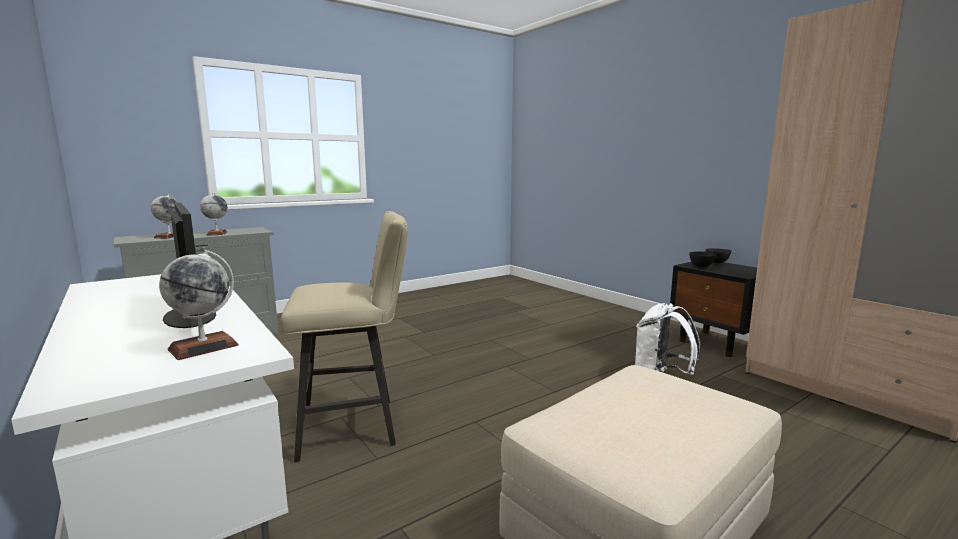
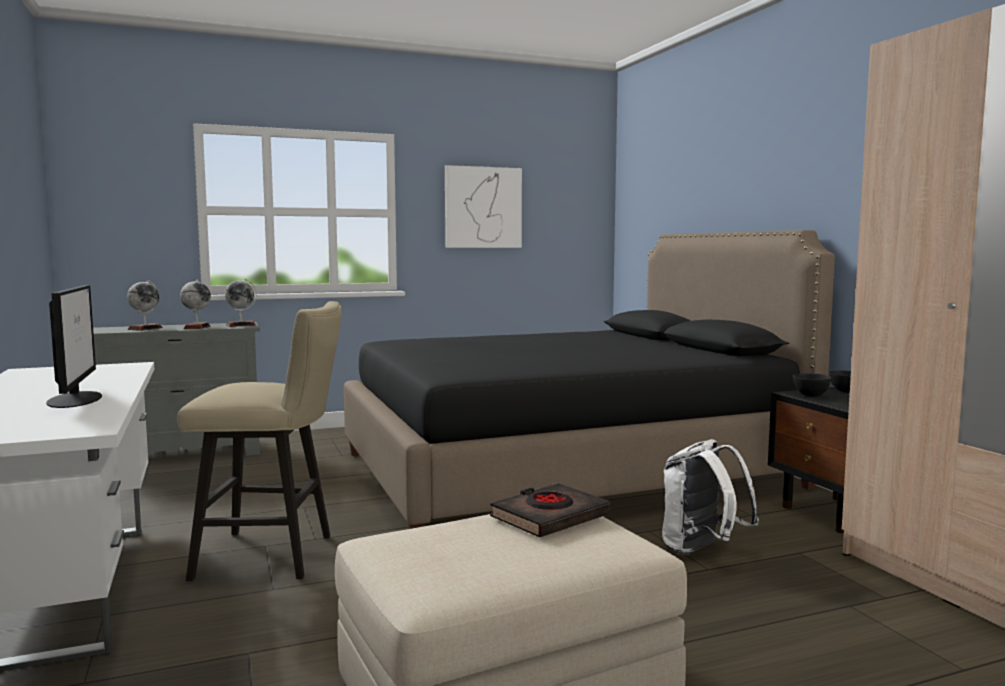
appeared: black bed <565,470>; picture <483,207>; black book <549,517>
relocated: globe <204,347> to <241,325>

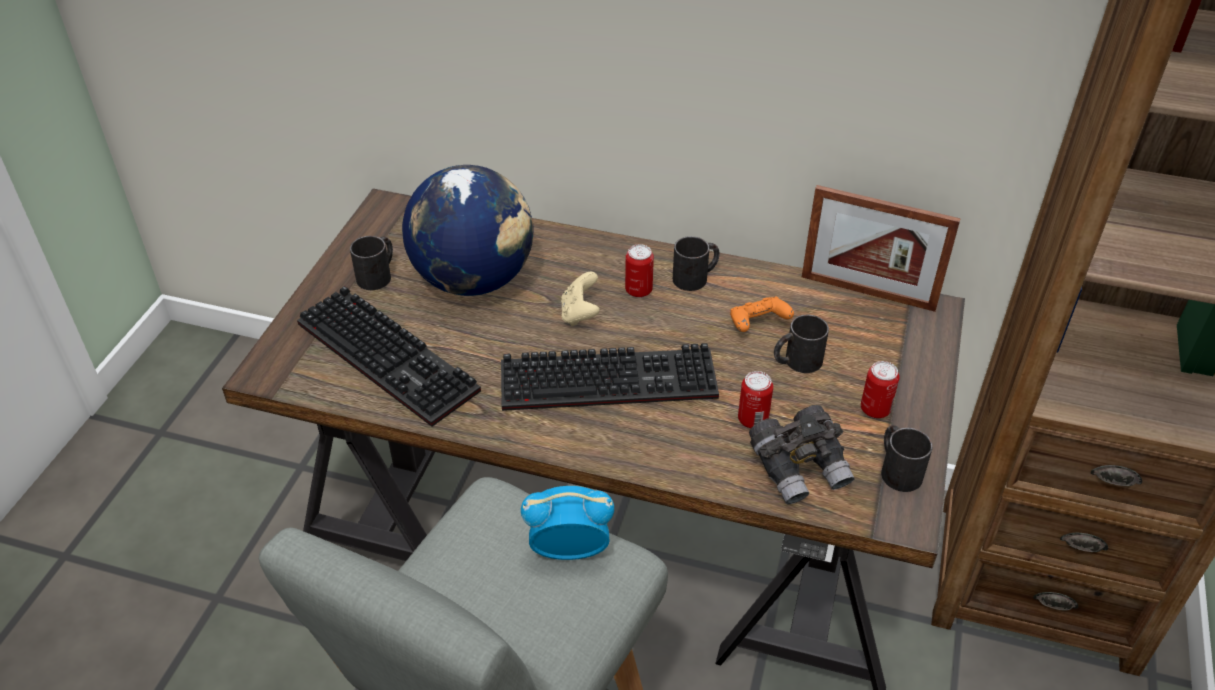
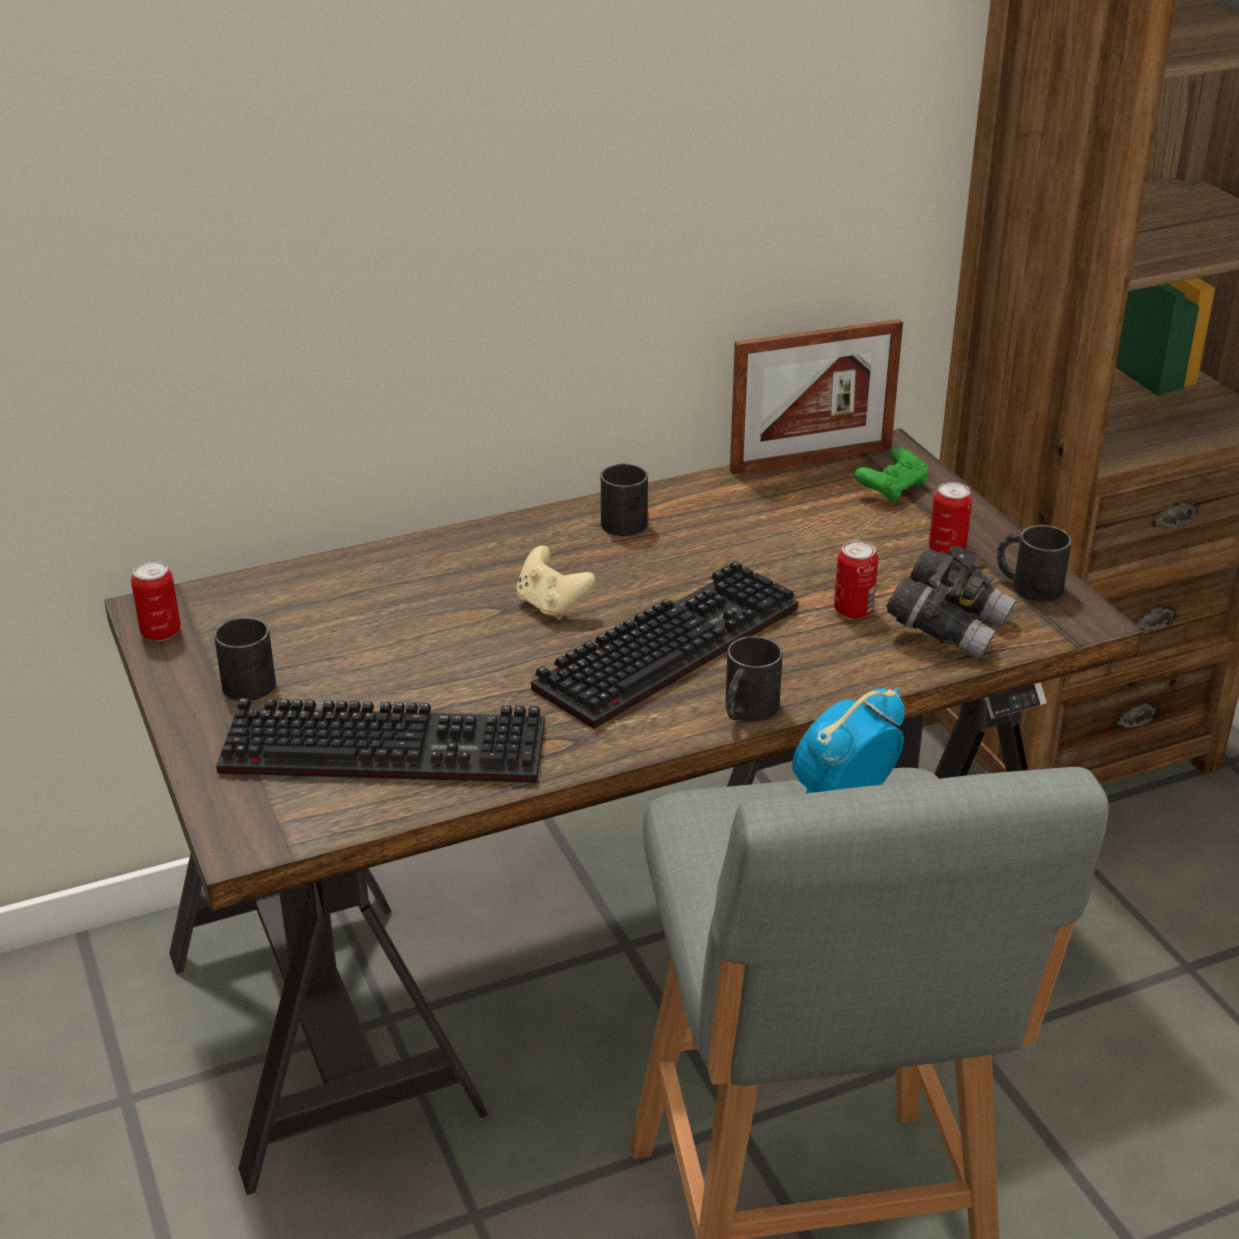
missing: globe <474,279>; orange game controller <757,324>
appeared: green game controller <892,489>
relocated: can <638,290> to <160,632>; black mug <796,361> to <746,711>

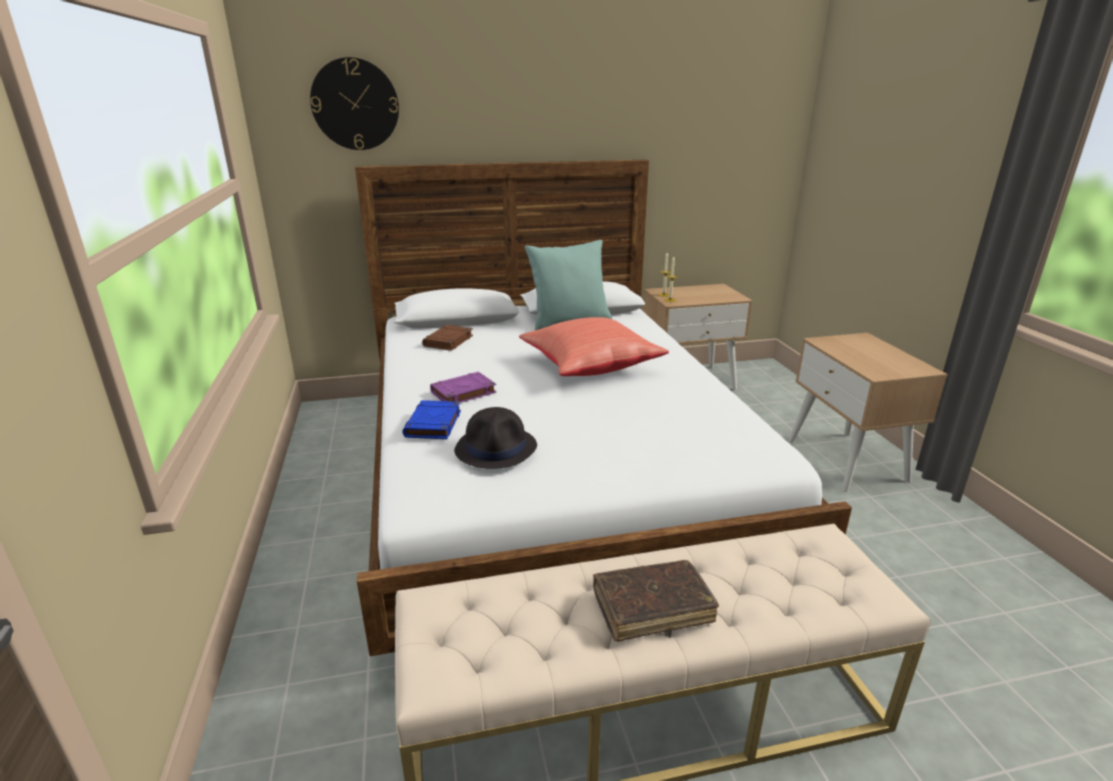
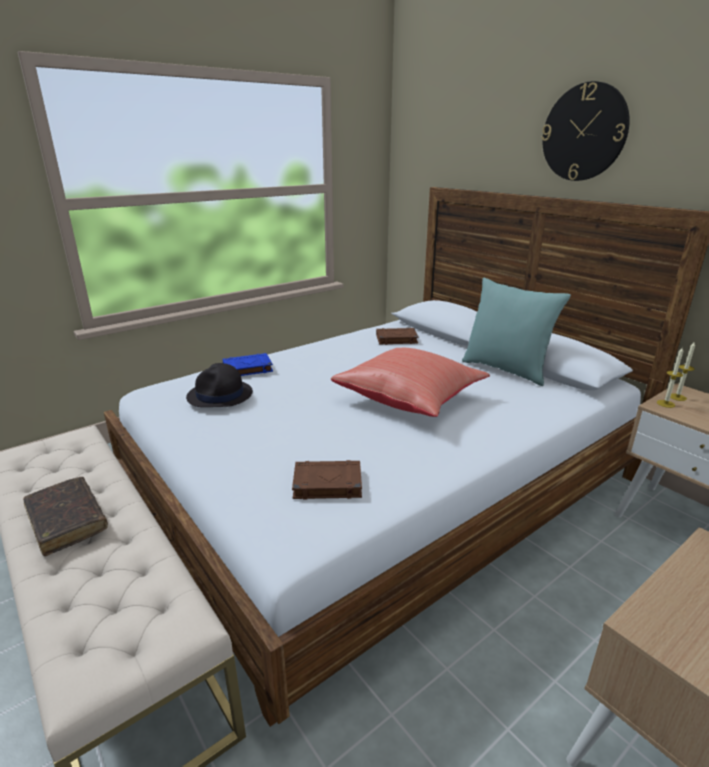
missing: purple book <463,393>
appeared: brown book <326,484>
relocated: wall clock <355,104> to <584,132>

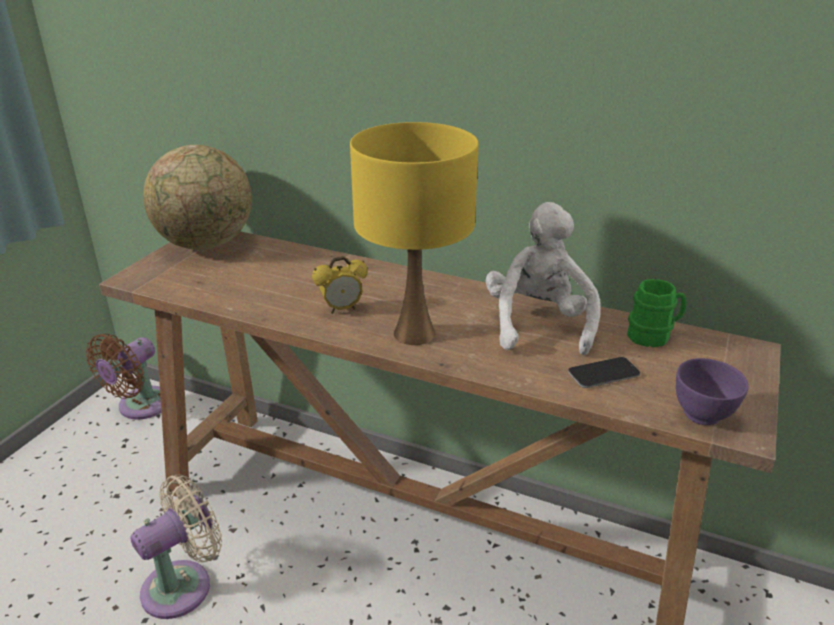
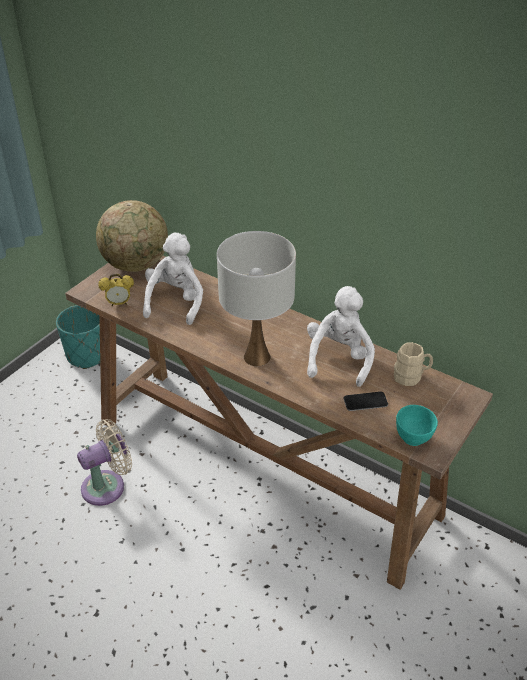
appeared: white plush toy <175,302>
relocated: alarm clock <342,309> to <119,303>
exchanged: brown fan <140,407> to turquoise planter <87,355>
colour: yellow table lamp <414,334> to white table lamp <257,357>; green mug <654,335> to beige mug <411,376>; purple bowl <702,416> to turquoise bowl <413,439>

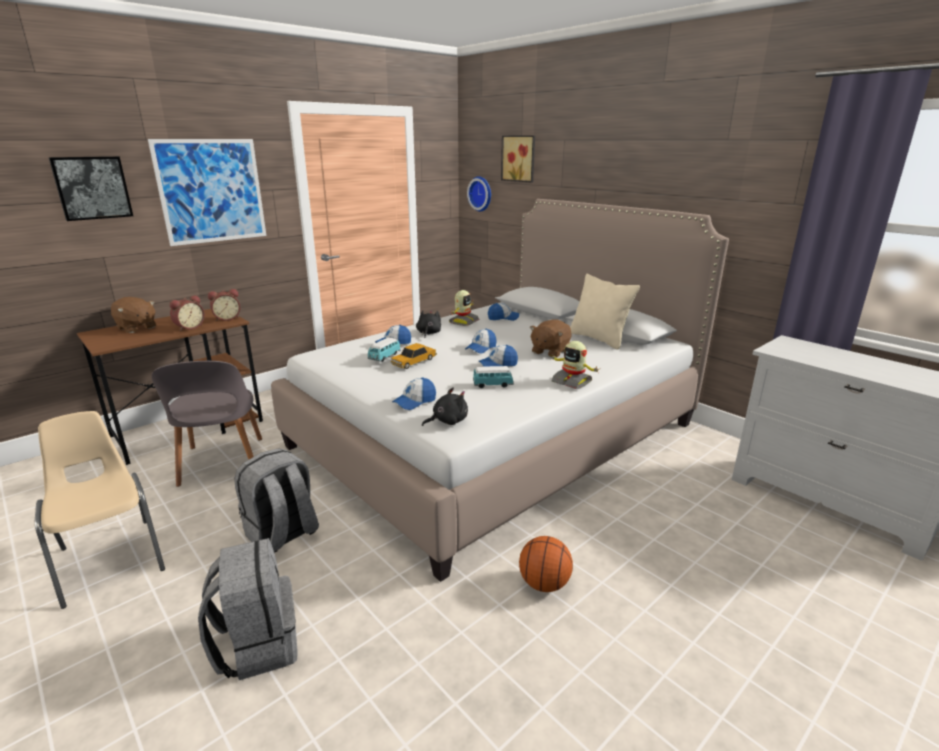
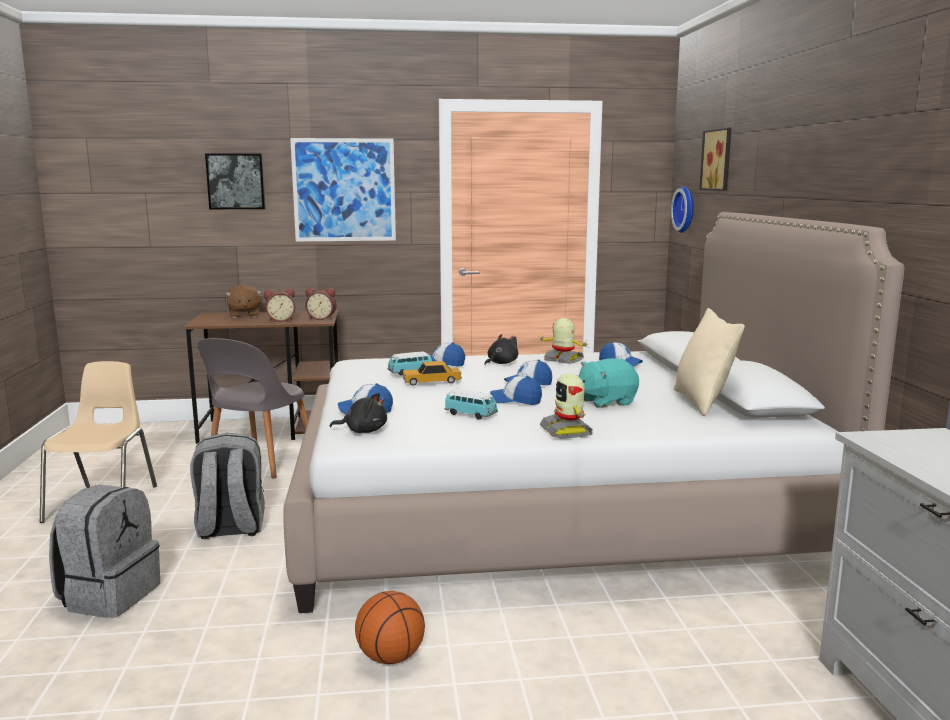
colour: brown plush toy <549,351> to turquoise plush toy <606,402>
spun: toy robot <463,322> = <563,360> 120 degrees counterclockwise

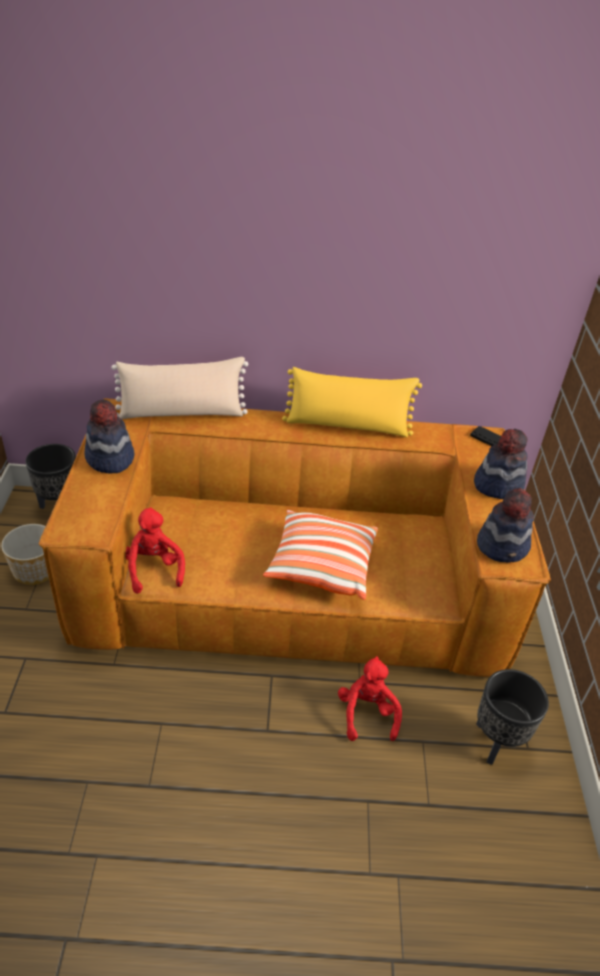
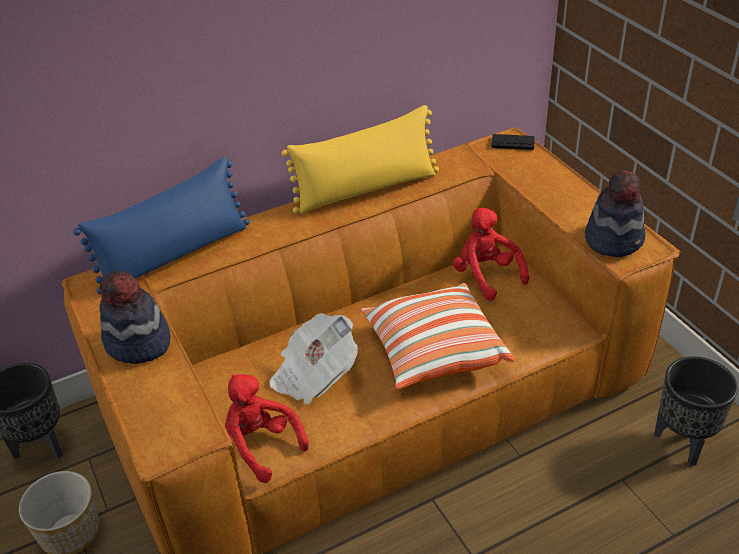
missing: hat <497,484>
appeared: newspaper <314,374>
relocated: red plush toy <367,713> to <486,275>
colour: beige pillow <182,413> to blue pillow <175,254>

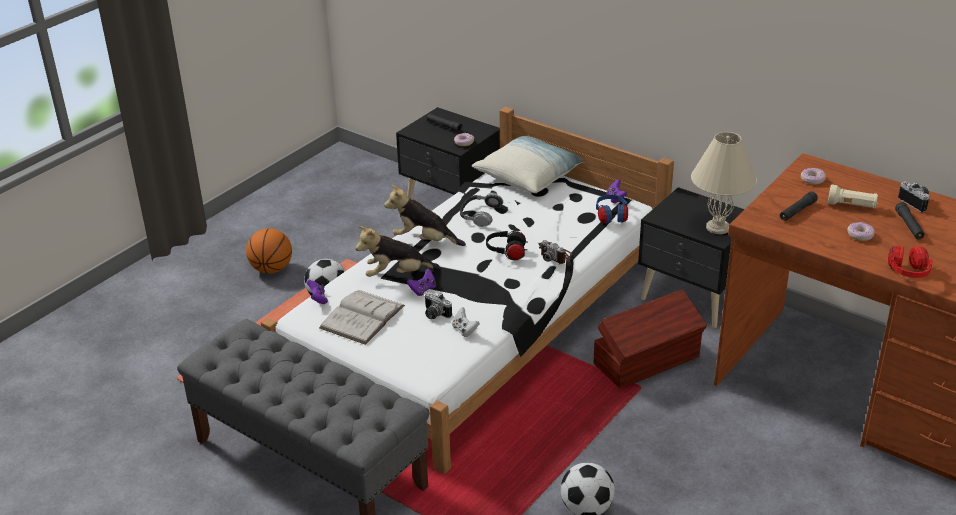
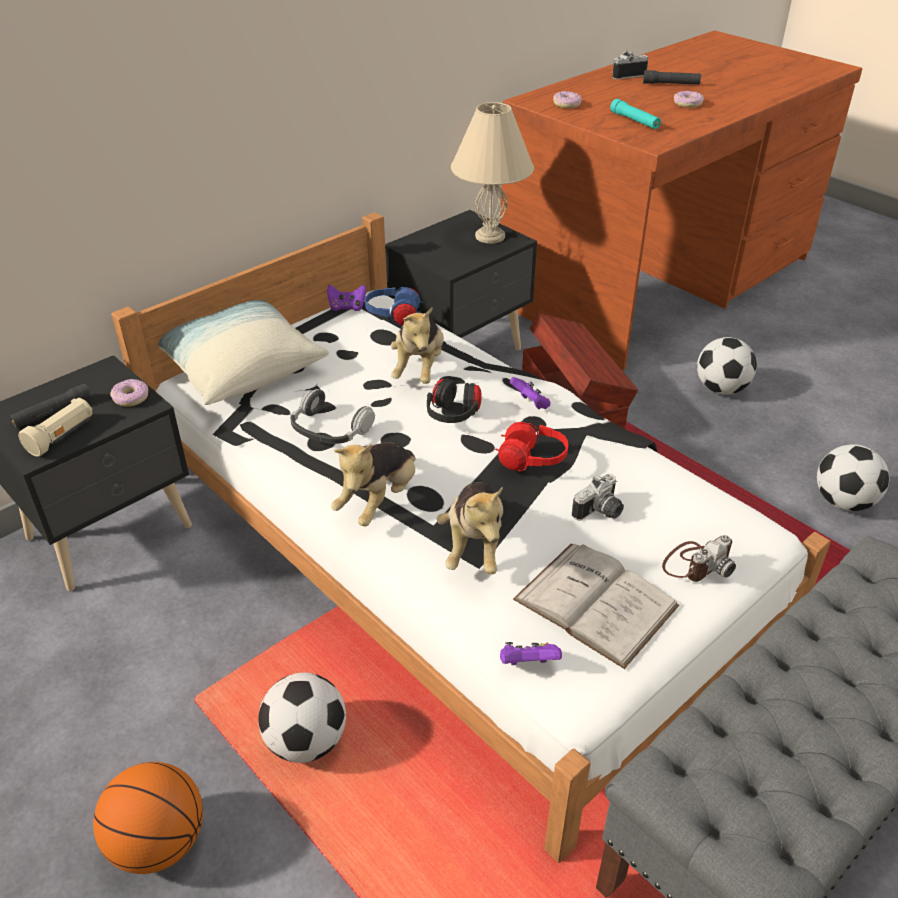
missing: white game controller <464,330>
appeared: plush toy <419,368>; football <721,389>
relocated: purple game controller <423,290> to <530,404>; photo camera <556,256> to <696,563>; beige flashlight <851,206> to <62,436>; red headphones <907,274> to <531,461>
colour: black flashlight <797,211> to turquoise flashlight <634,121>

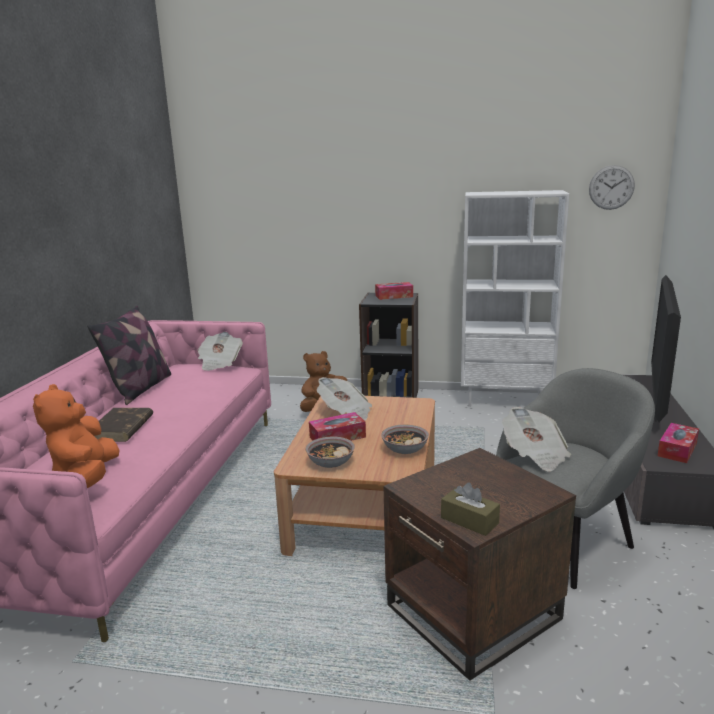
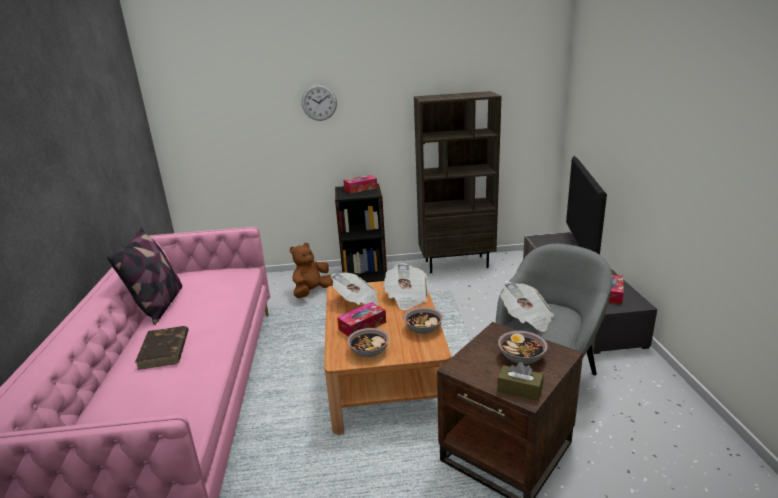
missing: orange plush toy <86,477>
appeared: bowl <521,357>
relocated: newspaper <219,363> to <406,298>; wall clock <611,187> to <319,102>
colour: white bookcase <505,400> to brown bookcase <456,264>

